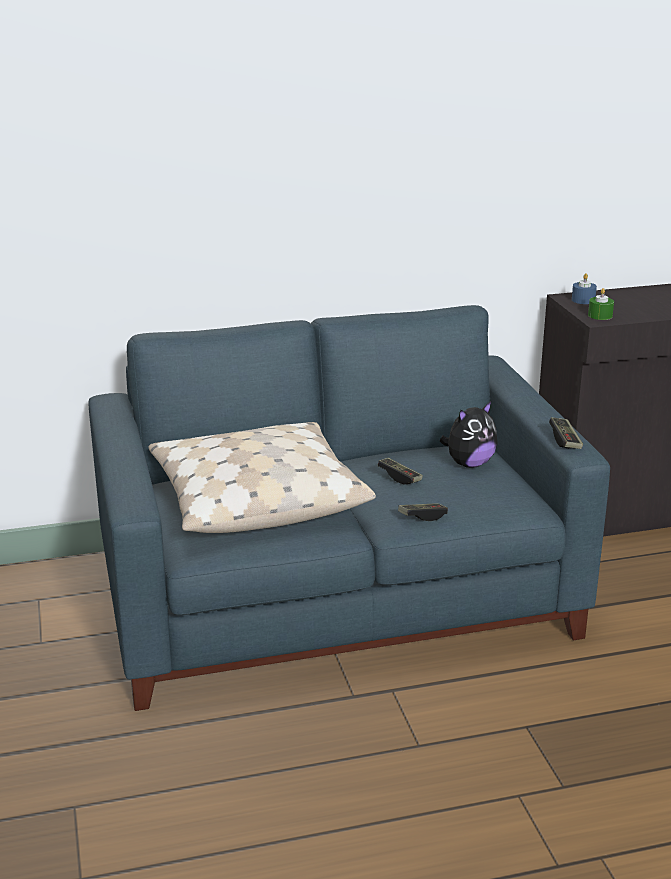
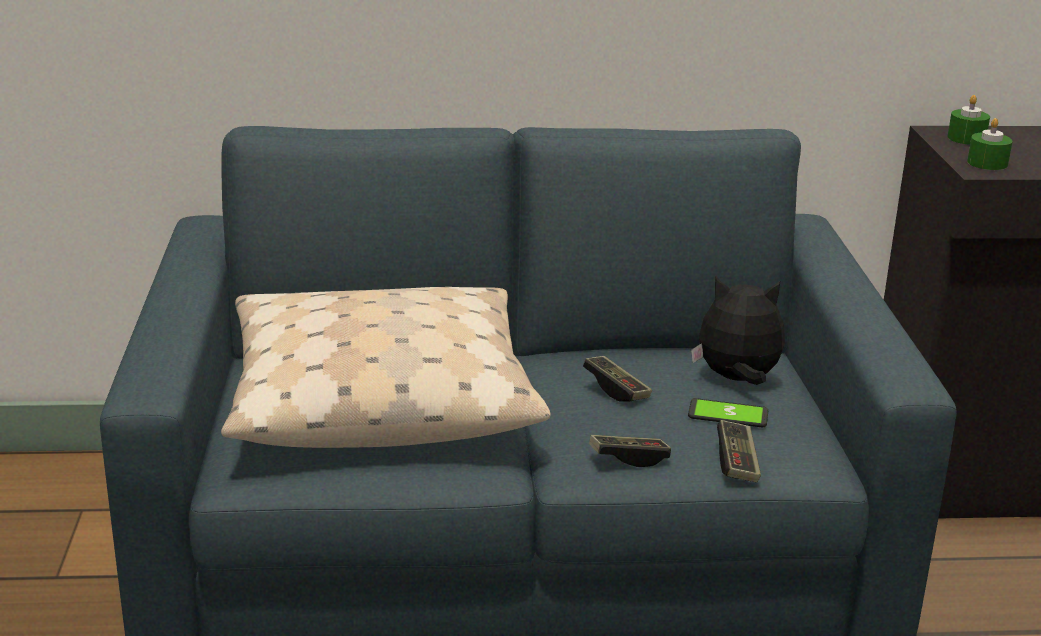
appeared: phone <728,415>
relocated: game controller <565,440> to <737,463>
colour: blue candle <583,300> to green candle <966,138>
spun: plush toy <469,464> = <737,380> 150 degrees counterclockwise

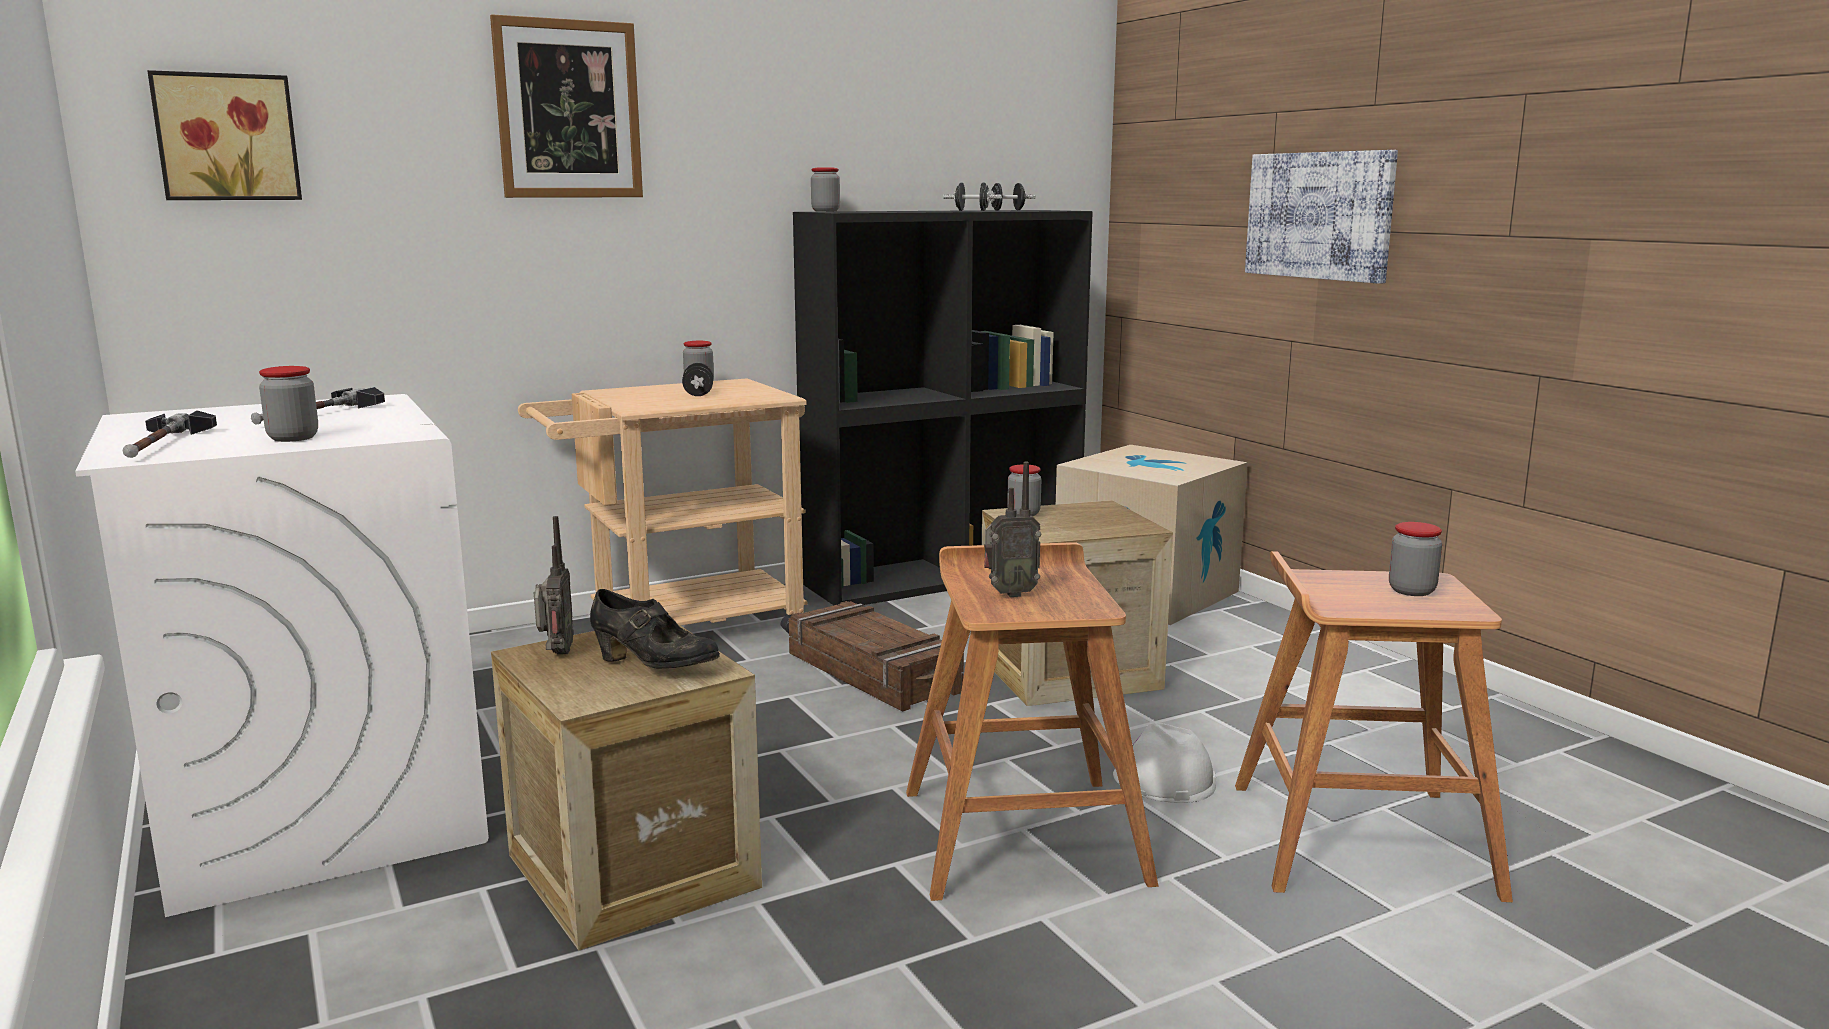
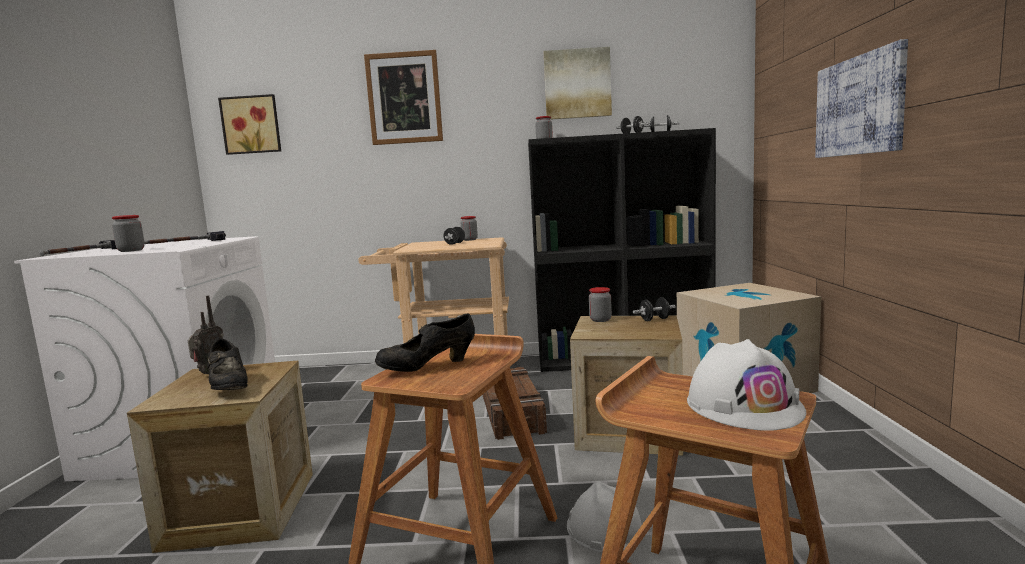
appeared: picture <577,84>; black dumbbell <654,320>
exchanged: radio <1009,594> to black shoe <427,367>; jar <1411,591> to white hard hat <744,406>

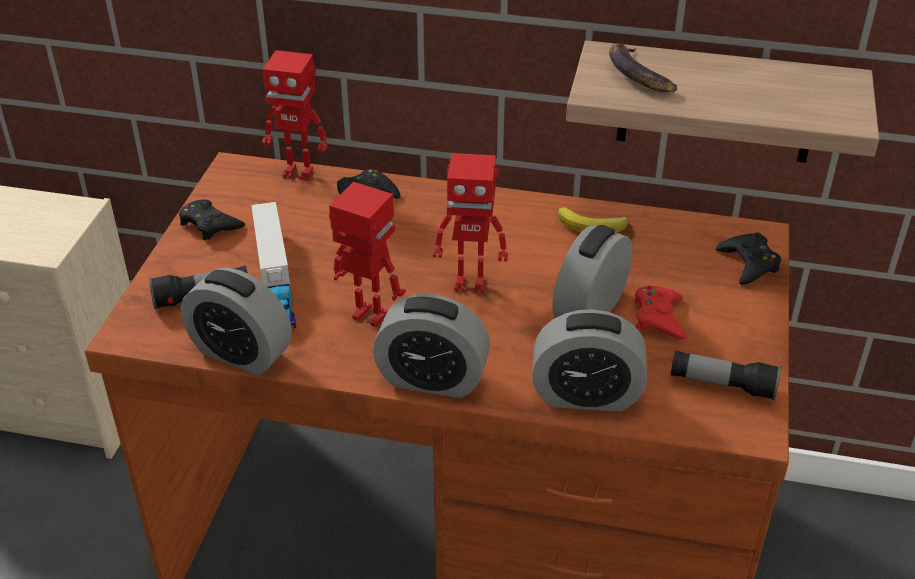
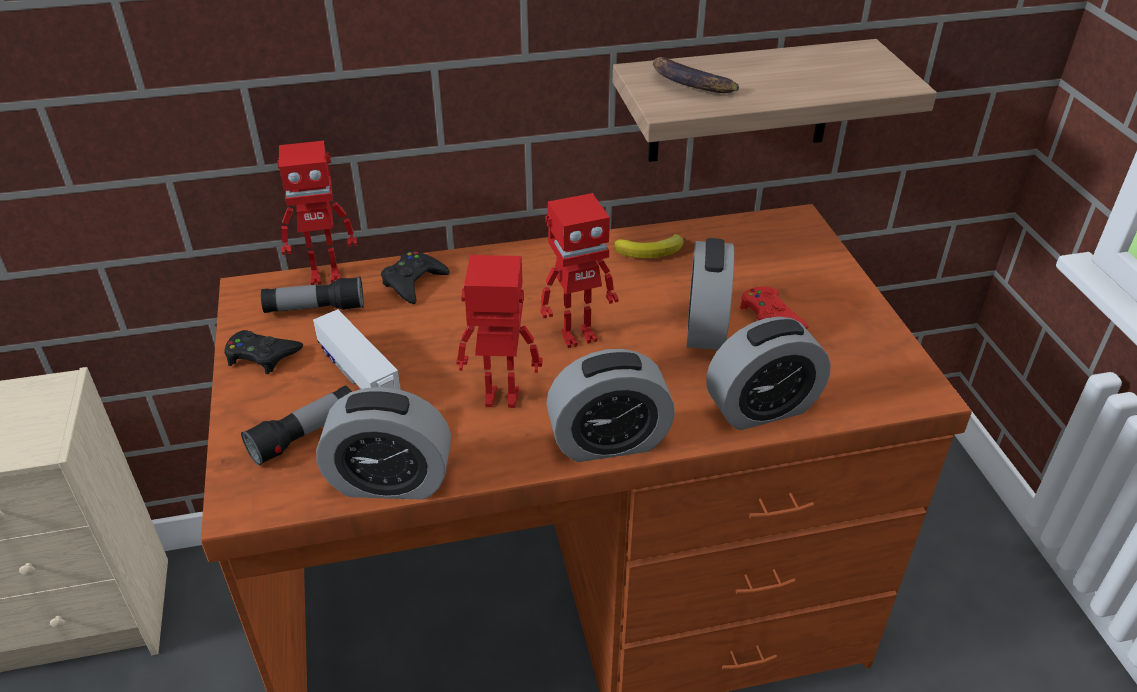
missing: black game controller <748,263>
relocated: flashlight <722,385> to <315,309>

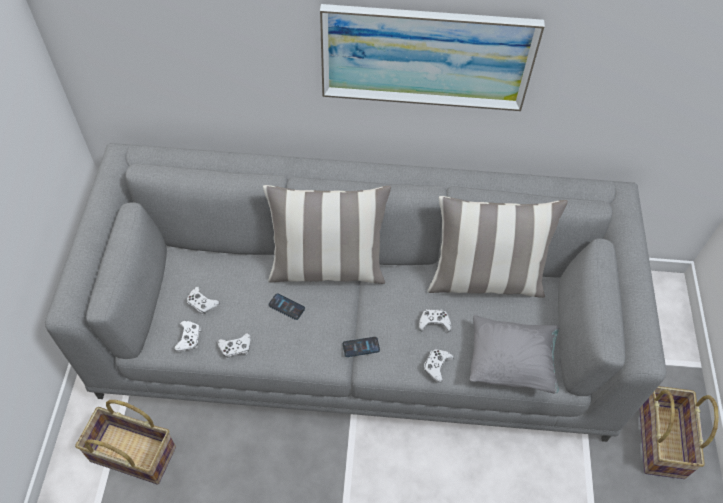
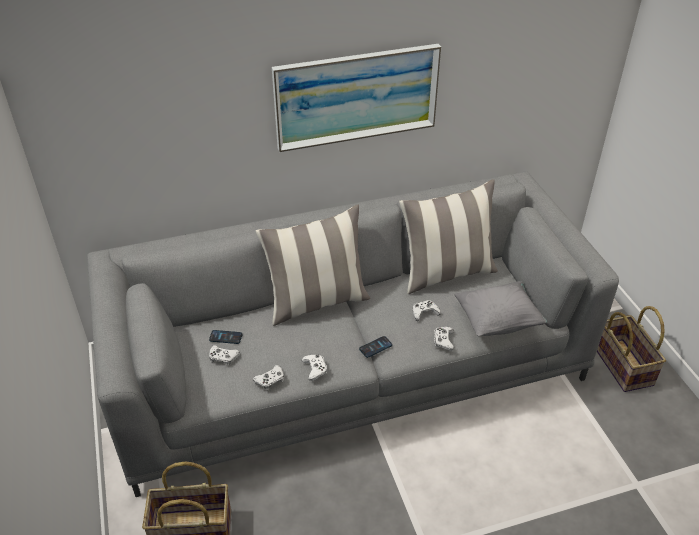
relocated: white game controller <189,338> to <315,369>; phone <286,307> to <225,337>

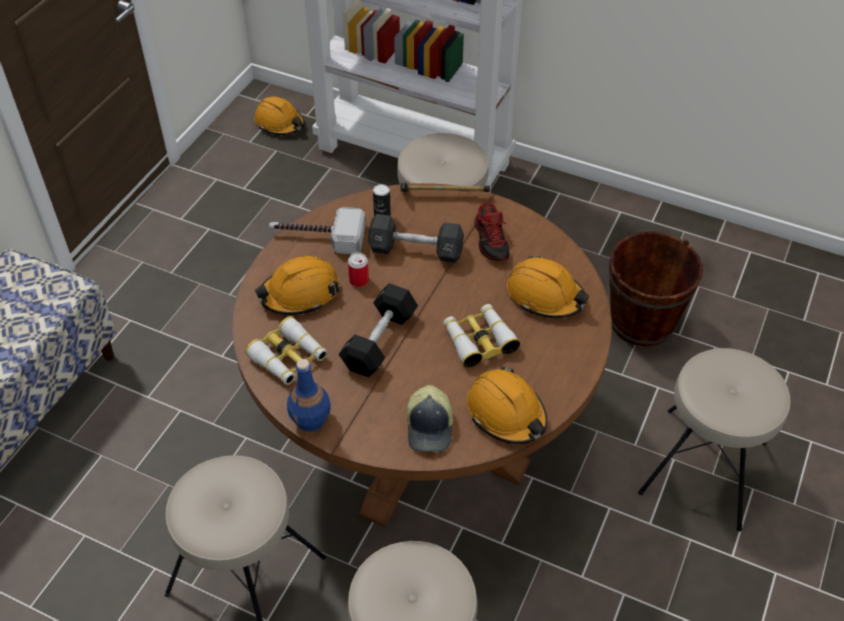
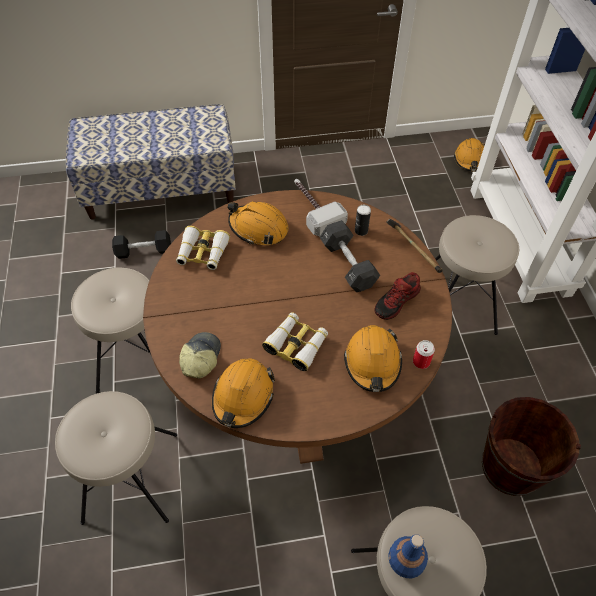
relocated: blue bottle <311,419> to <405,563>; black dumbbell <379,341> to <144,251>; can <359,280> to <421,361>
spun: cap <430,427> = <200,358> 135 degrees clockwise

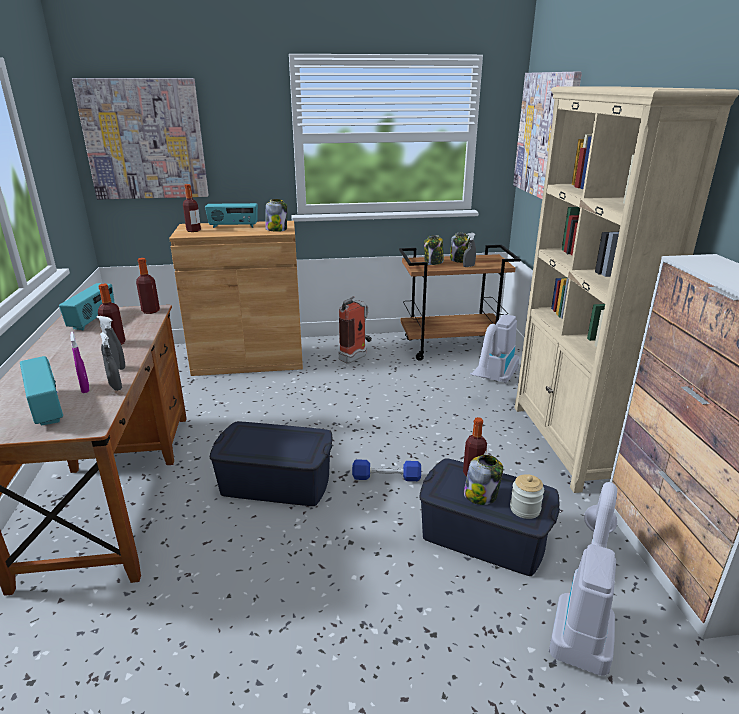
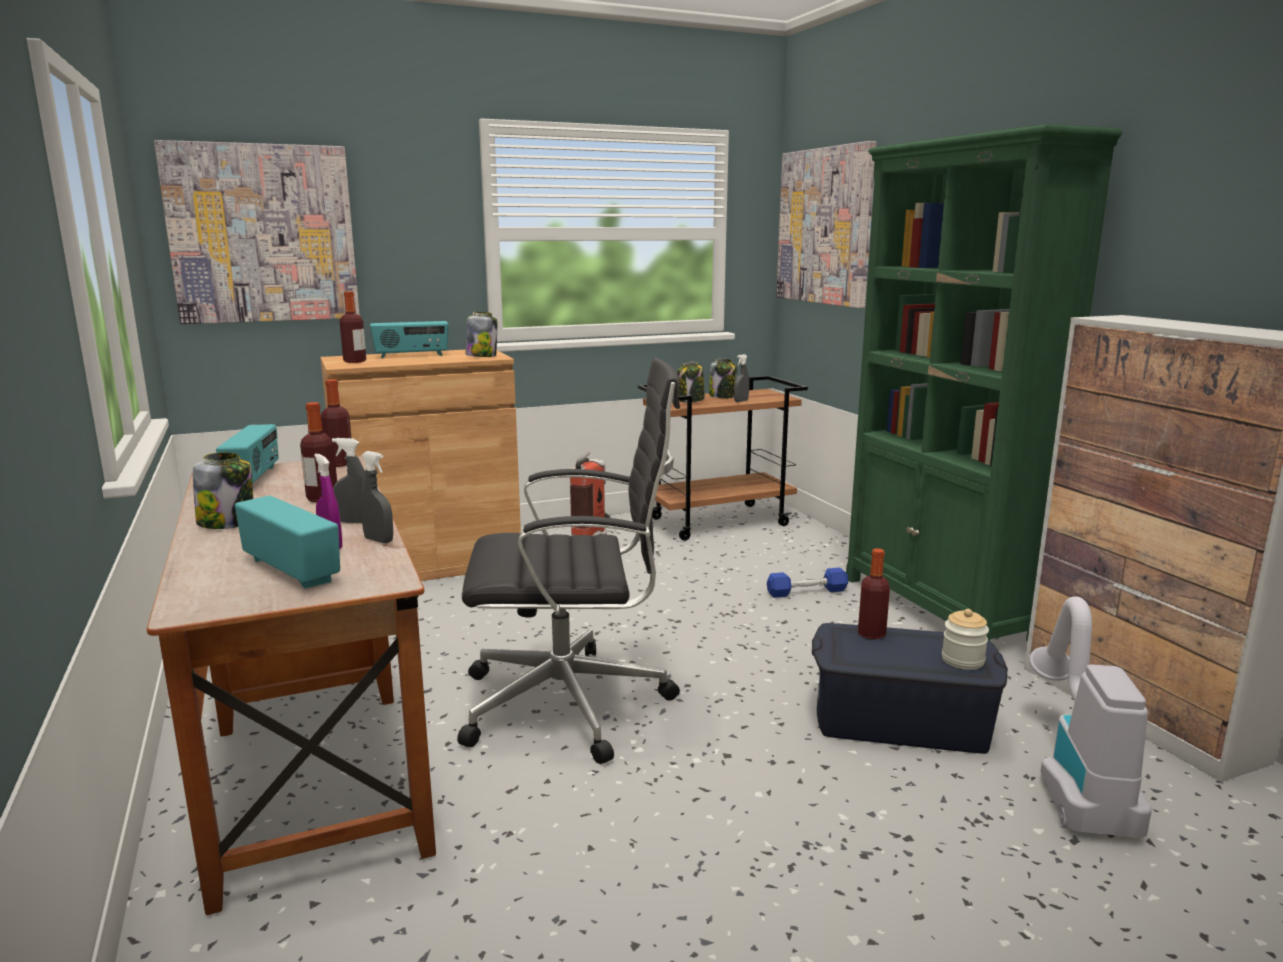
missing: vacuum cleaner <494,381>
relocated: blue dumbbell <386,477> to <806,592>; jar <481,495> to <227,522>
exchanged: blue storage box <276,483> to black office chair <572,703>
colour: beige bookcase <568,444> to green bookcase <937,609>

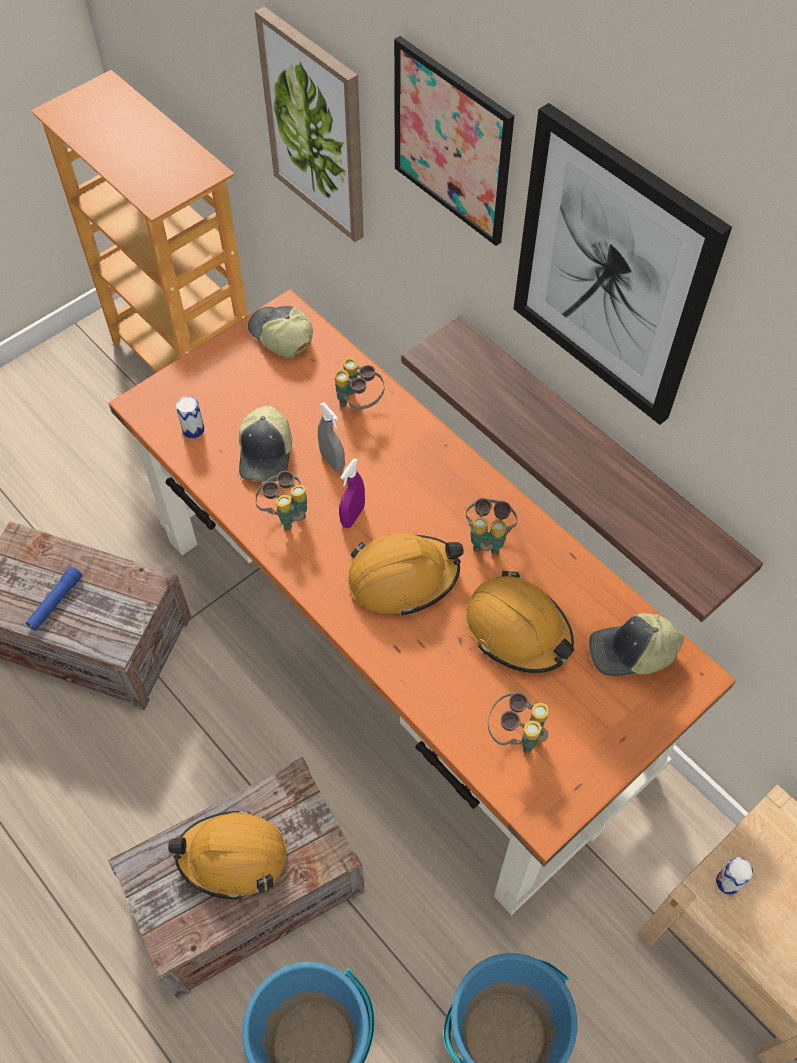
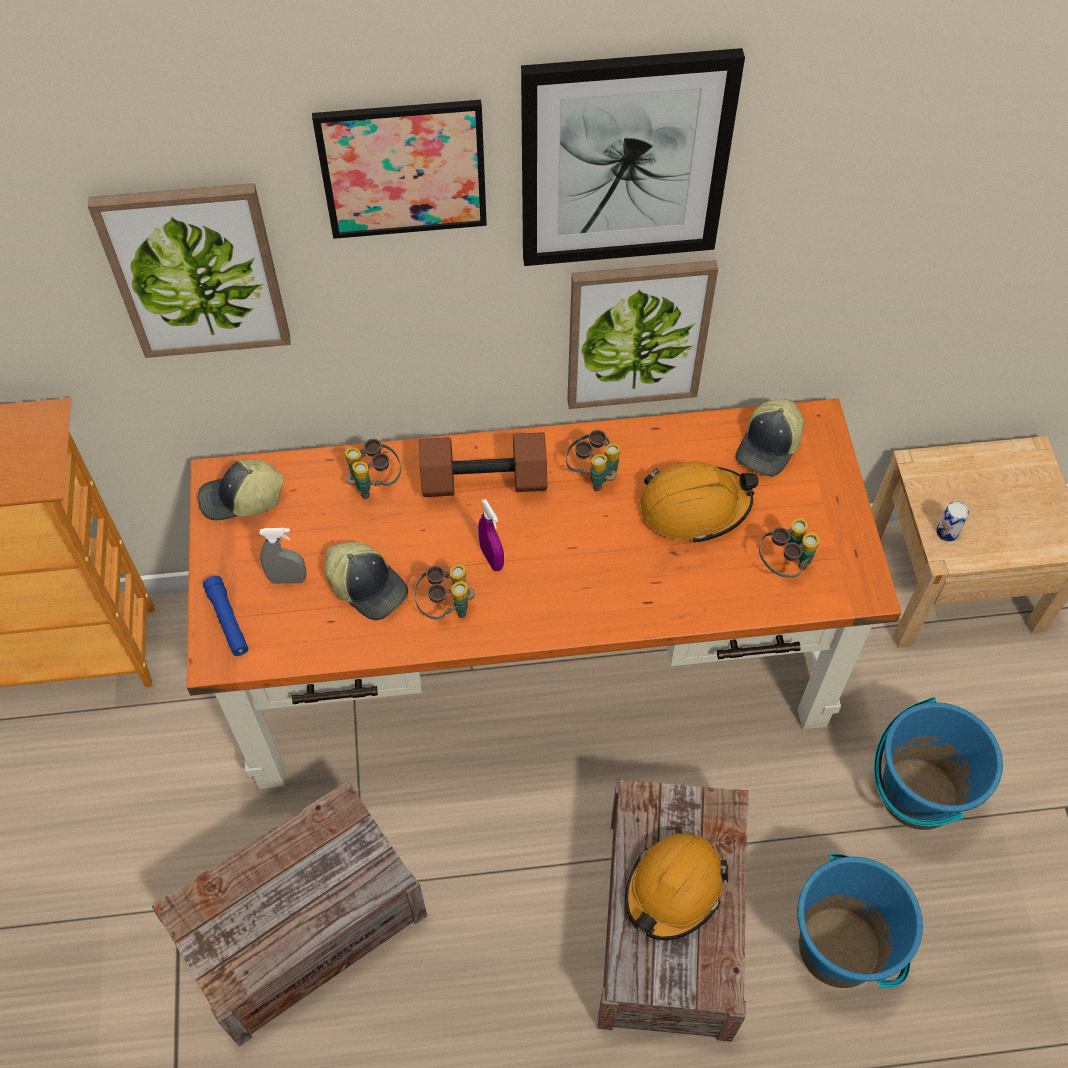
missing: can <193,430>; orange hard hat <403,578>
appeared: brown dumbbell <485,479>
relocated: blue flashlight <55,602> to <228,620>; grey spray bottle <332,461> to <287,579>
exchanged: shelf <593,458> to picture <637,334>

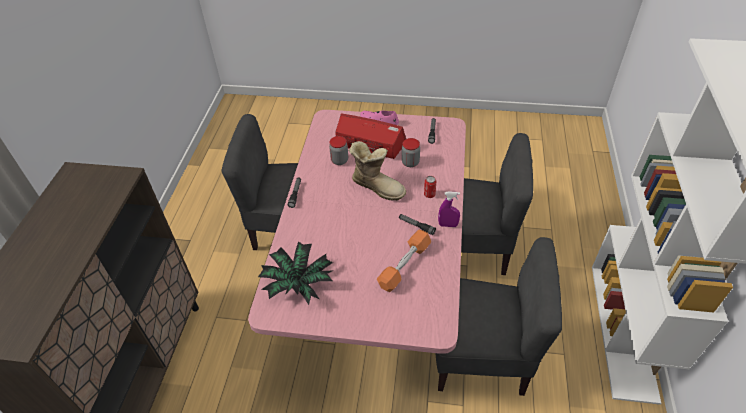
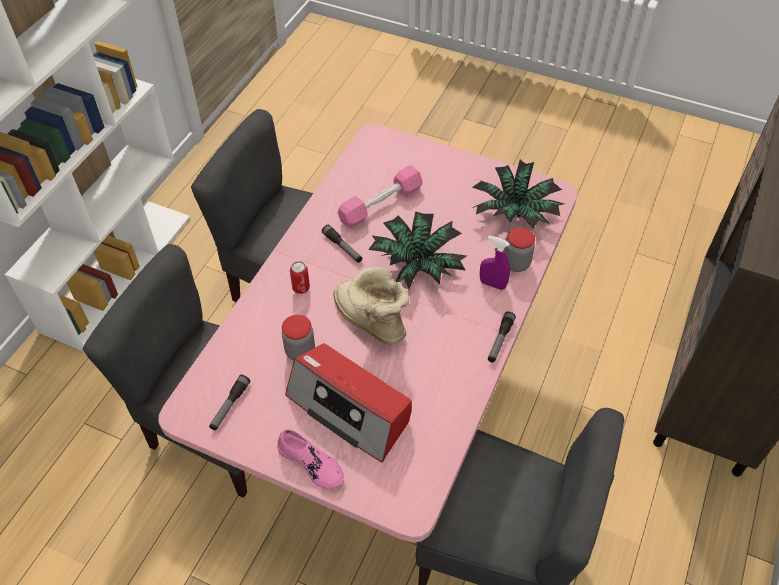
appeared: potted plant <417,264>
relocated: jar <339,160> to <516,263>; purple spray bottle <448,225> to <492,284>
colour: orange dumbbell <404,265> to pink dumbbell <380,204>

